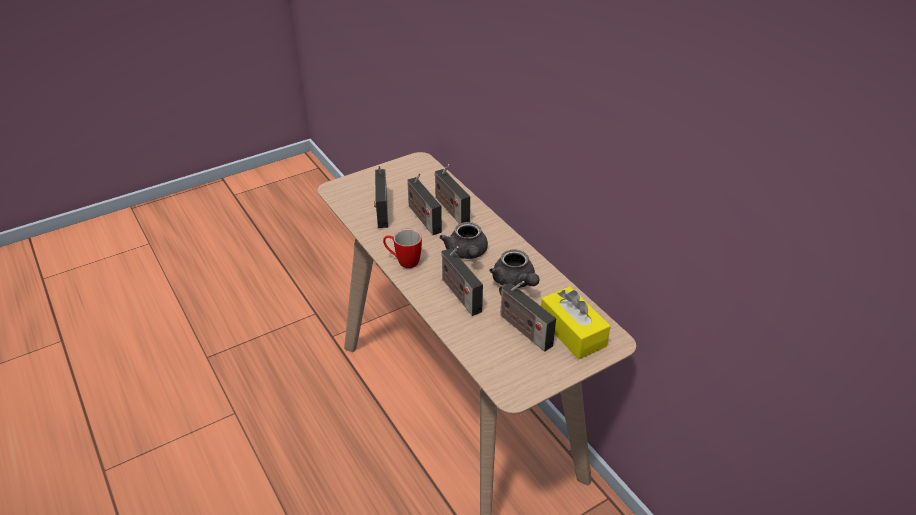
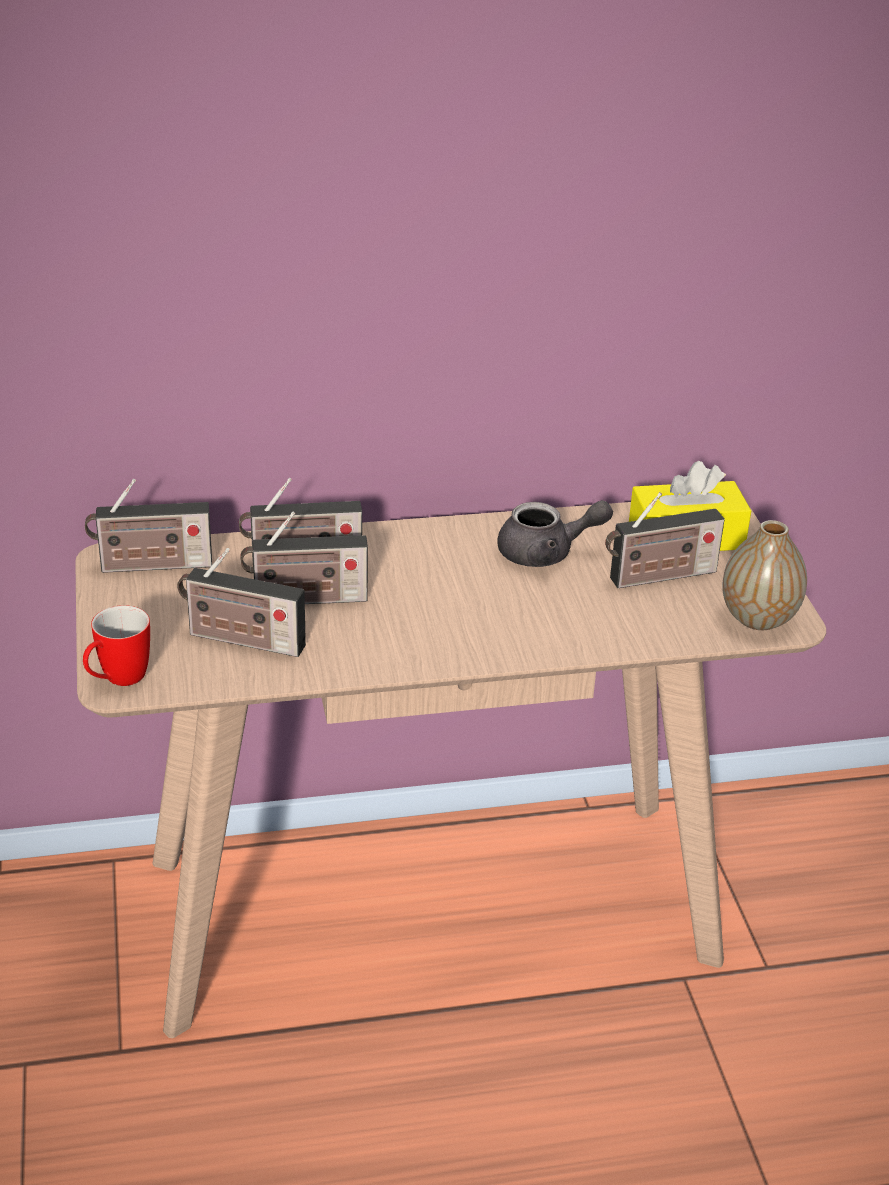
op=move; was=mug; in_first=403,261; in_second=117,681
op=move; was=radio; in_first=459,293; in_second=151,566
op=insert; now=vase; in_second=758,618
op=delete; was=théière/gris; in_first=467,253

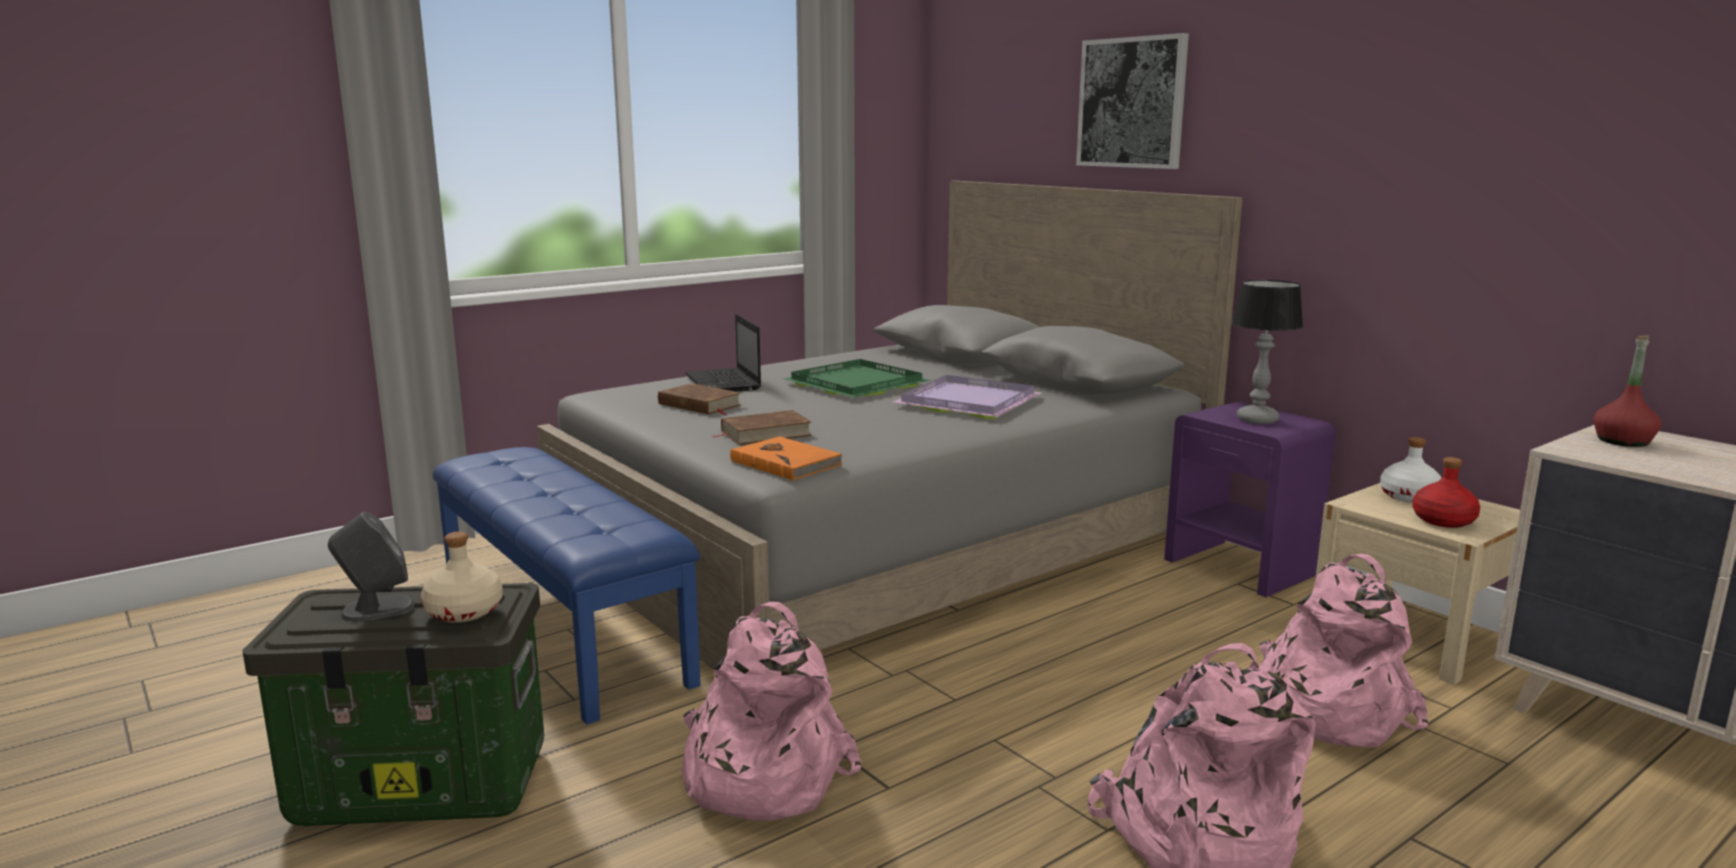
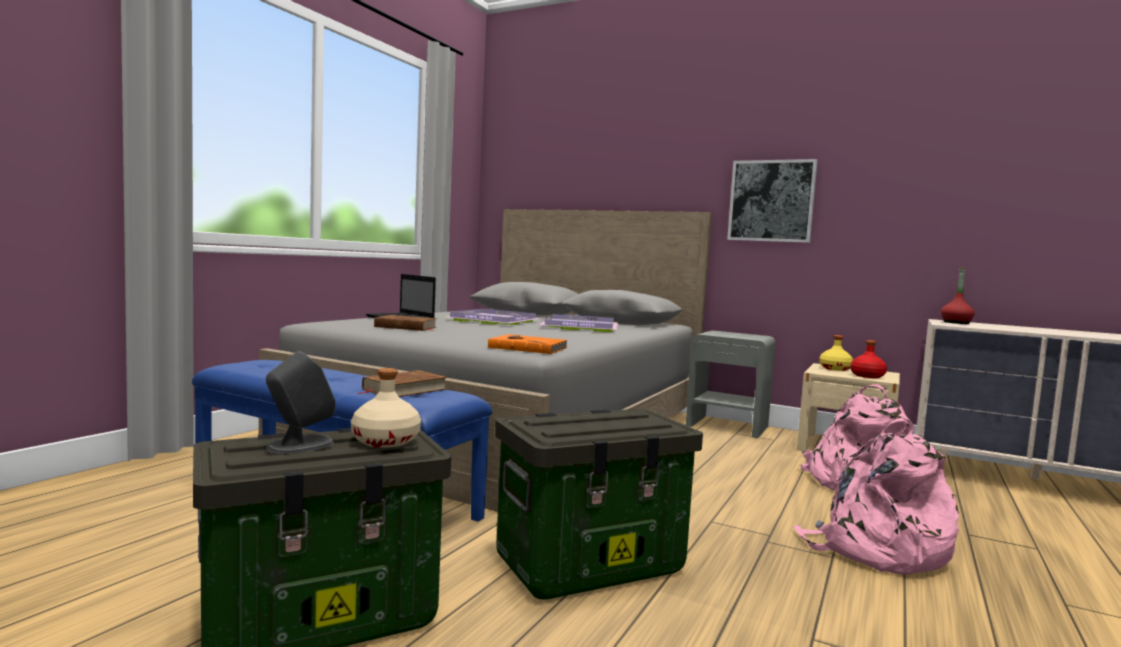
op=move; was=livre/marron; in_first=765,433; in_second=404,389
op=recolor; was=plateau/vert; now=plateau/violet; in_first=859,384; in_second=495,321
op=replace; was=sac à dos/rose; now=boîte de rangement; in_first=759,775; in_second=591,564
op=recolor; was=table de chevet/violet; now=table de chevet/gris; in_first=1241,567; in_second=728,426
op=move; was=tableau; in_first=1132,103; in_second=771,201
op=recolor; was=bouteille/blanc; now=bouteille/jaune; in_first=1409,497; in_second=835,369
op=delete; was=lampe de table; in_first=1258,420

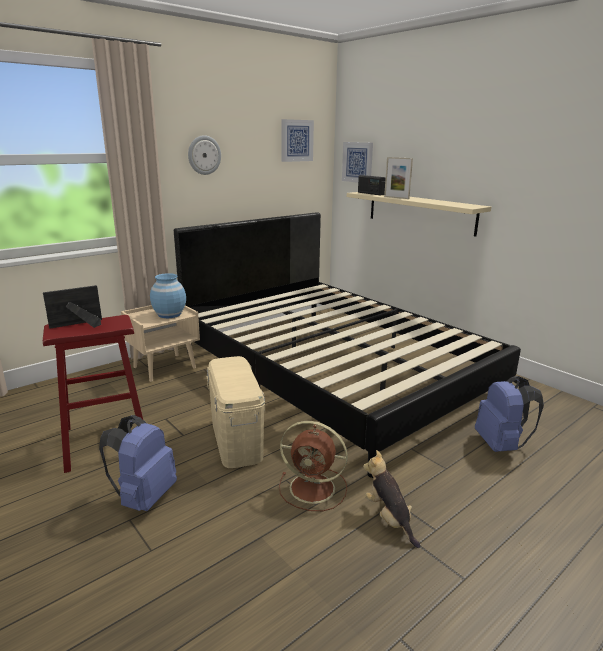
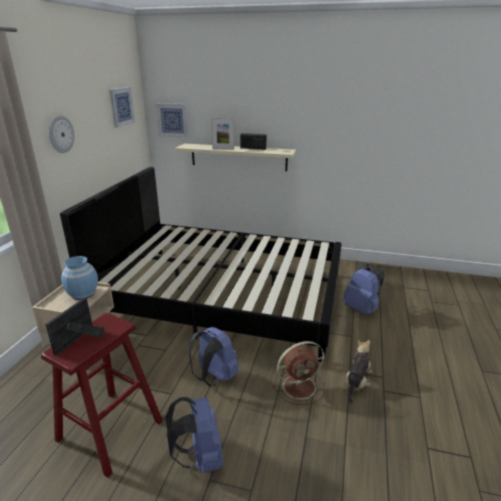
op=replace; was=boîte de rangement/beige; now=sac à dos/bleu; in_first=236,439; in_second=214,377
op=move; was=radio; in_first=371,193; in_second=253,148
op=rotate; was=peluche; in_first=389,519; in_second=357,383; clockwise=90

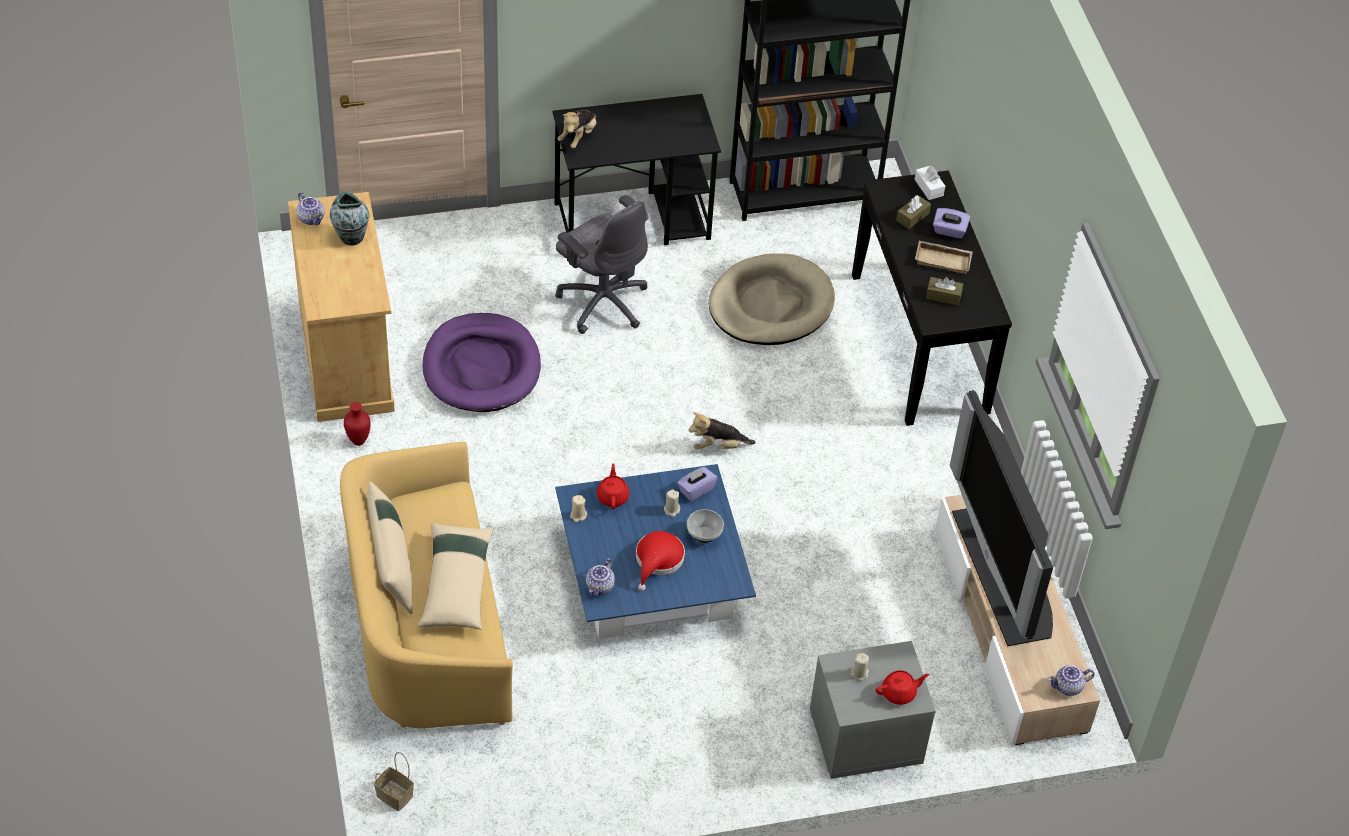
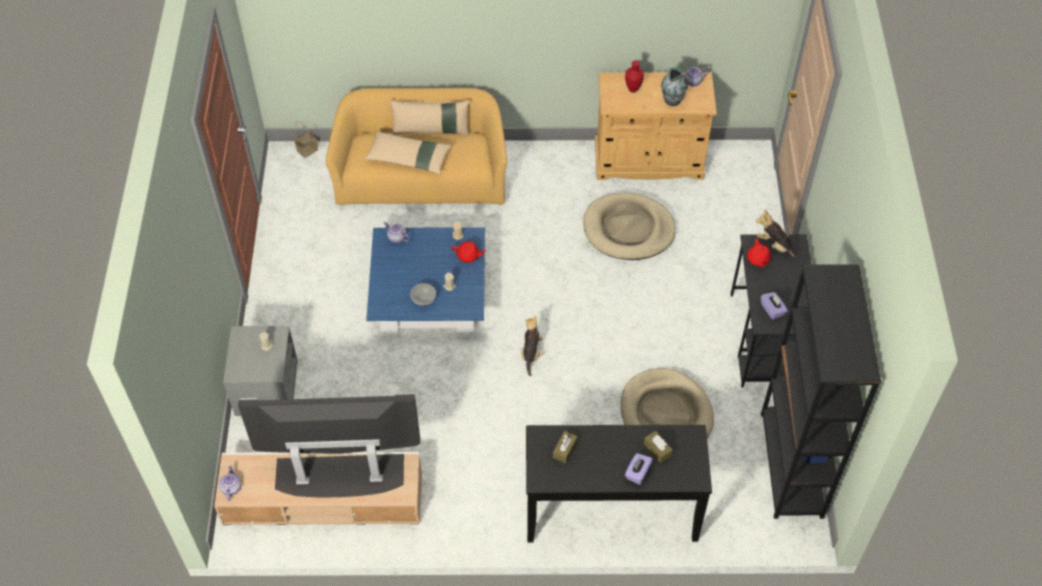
op=recolor; was=panier pour chien/violet; now=panier pour chien/beige; in_first=481,367; in_second=628,229
op=move; was=vase/rouge; in_first=358,441; in_second=632,89
op=move; was=théière/rouge; in_first=899,693; in_second=758,259
op=move; was=boîte à mouchoirs/violet; in_first=696,490; in_second=772,310
op=delete; was=chaise de bureau/gris; in_first=602,301
op=delete; was=chapeau/rouge; in_first=658,560
op=delete; was=boîte à mouchoirs/blanc; in_first=928,187
op=delete; was=plateau/beige; in_first=944,259

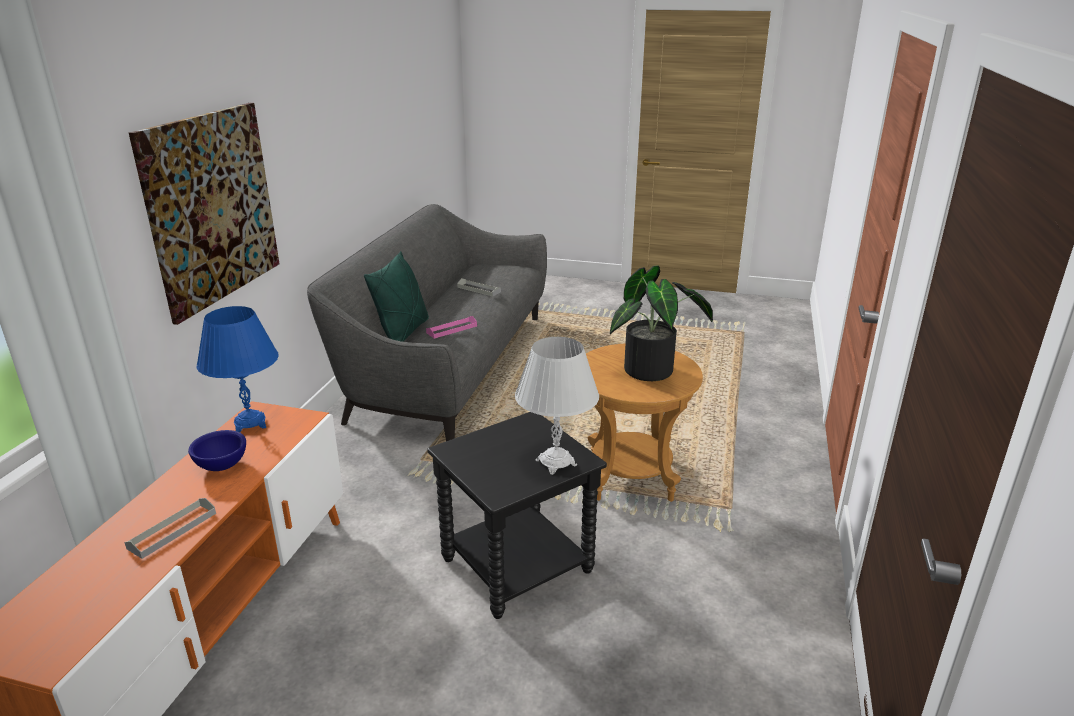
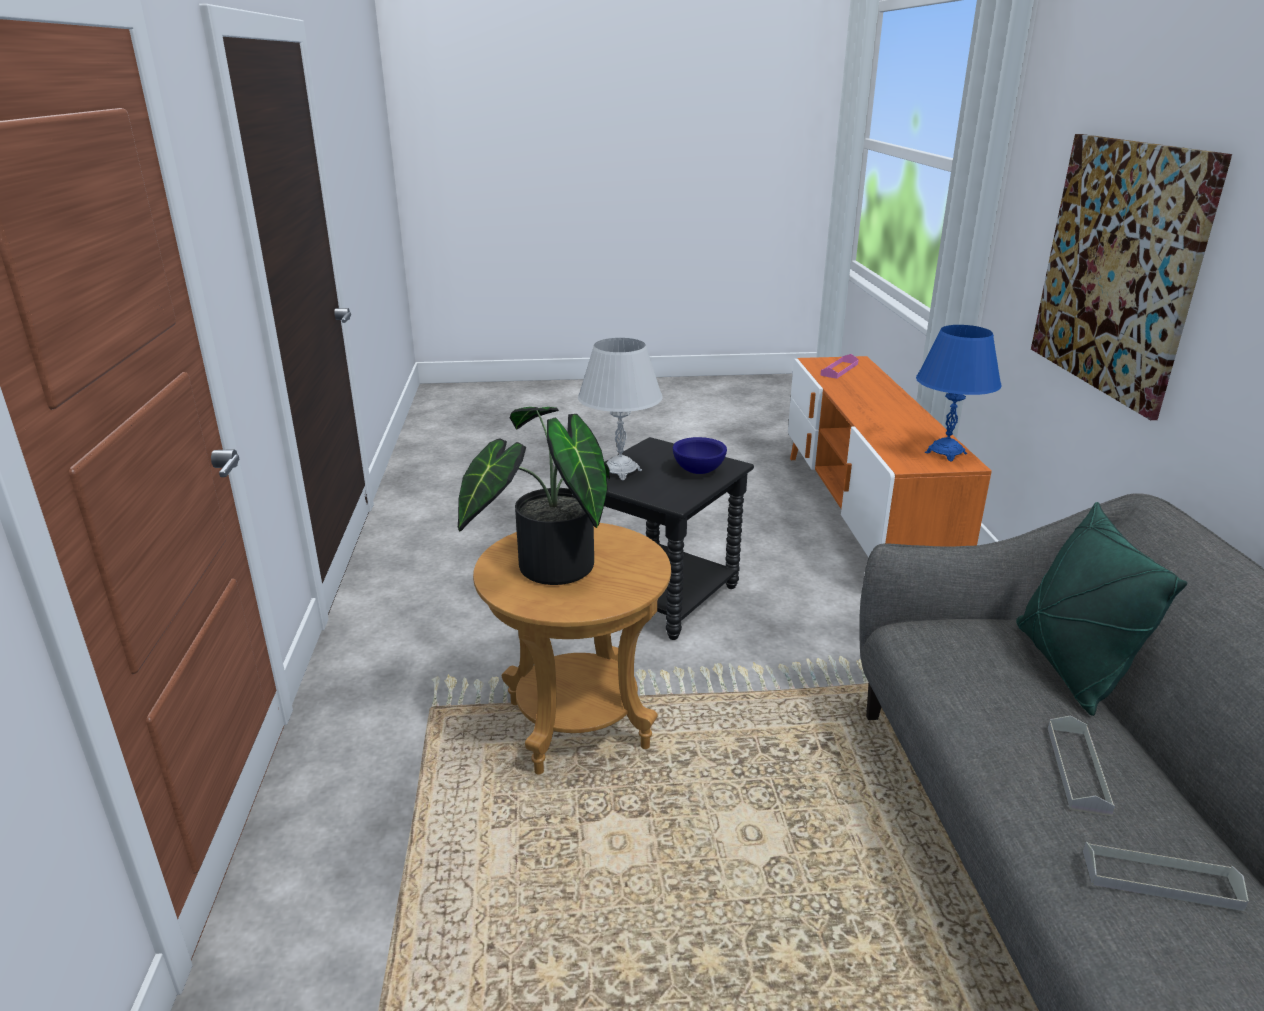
op=move; was=bol/bleu; in_first=222,465; in_second=698,471
op=move; was=plateau/rose; in_first=452,329; in_second=839,369
op=move; was=plateau/gris; in_first=172,530; in_second=1077,769

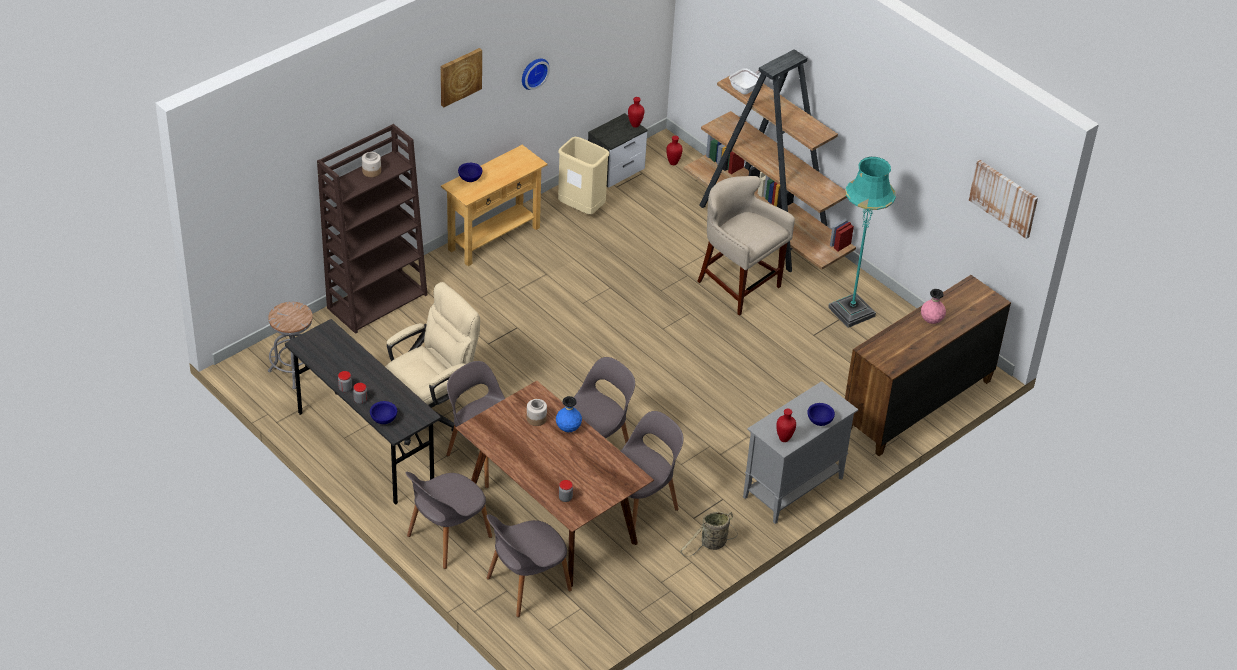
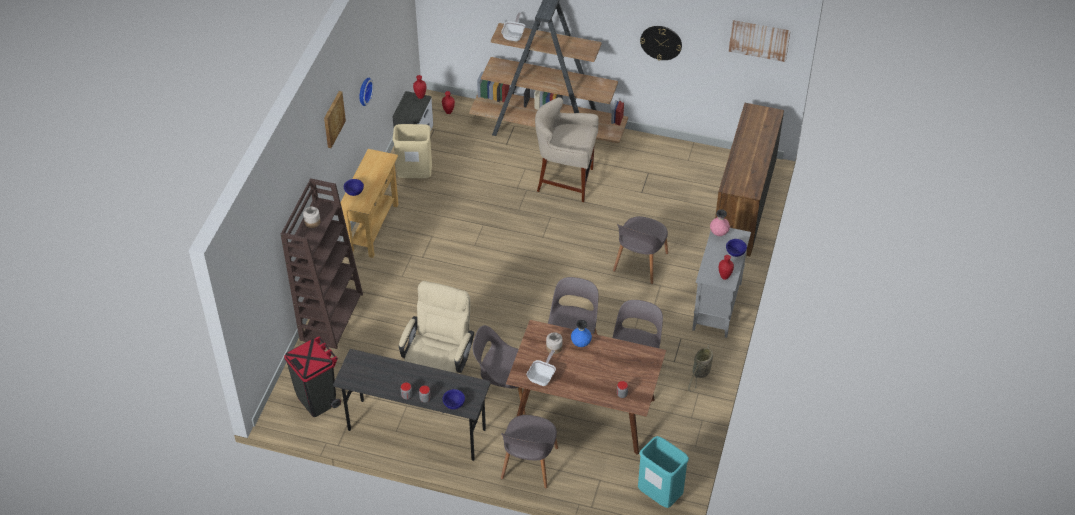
op=replace; was=tabouret/gris; now=poubelle/noir; in_first=294,370; in_second=317,399
op=insert; now=poêle; in_second=542,377
op=move; was=chaise/gris; in_first=526,585; in_second=640,263
op=insert; now=poubelle/turquoise; in_second=659,495
op=insert; now=horloge murale; in_second=661,42
op=move; was=vase/rose; in_first=931,320; in_second=718,233
op=delete; was=lampadaire/turquoise; in_first=851,312

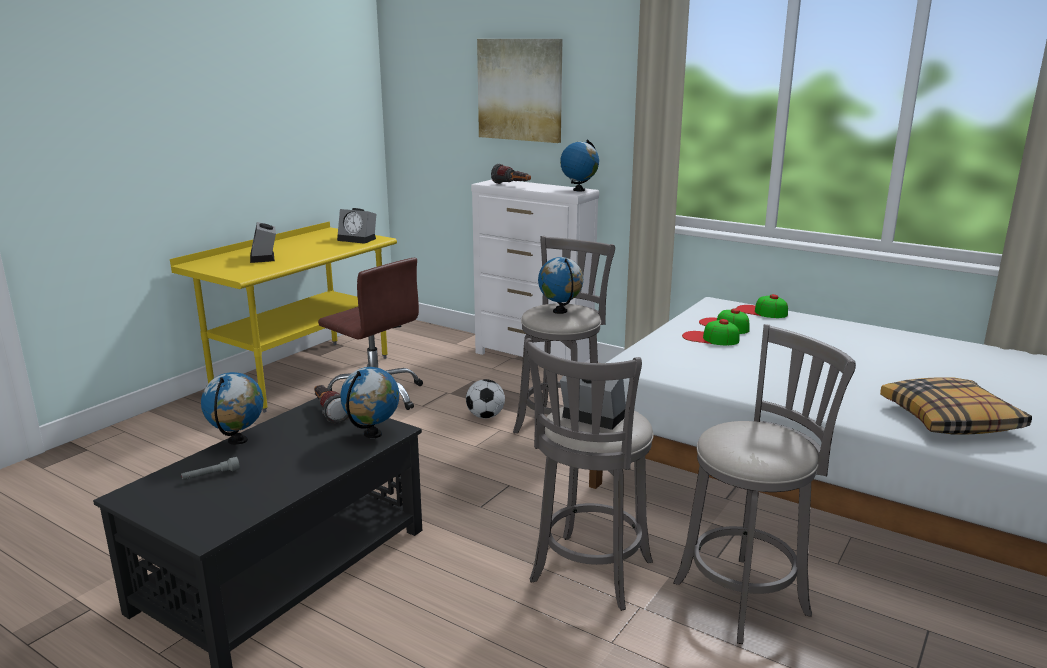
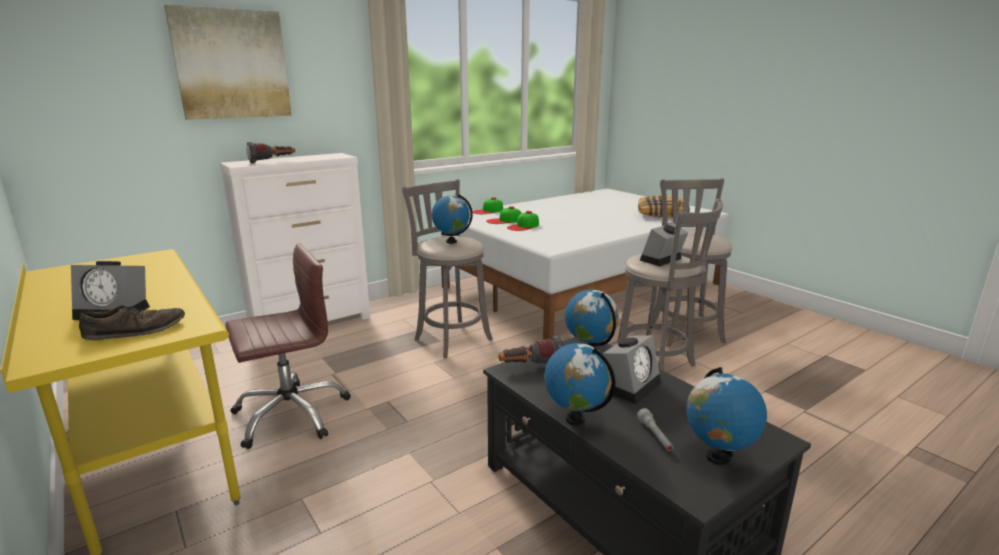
op=insert; now=chaussure/marron; in_second=136,330
op=move; was=réveil; in_first=358,239; in_second=631,385
op=move; was=globe; in_first=578,190; in_second=717,457
op=delete; was=ballon de foot; in_first=485,416

